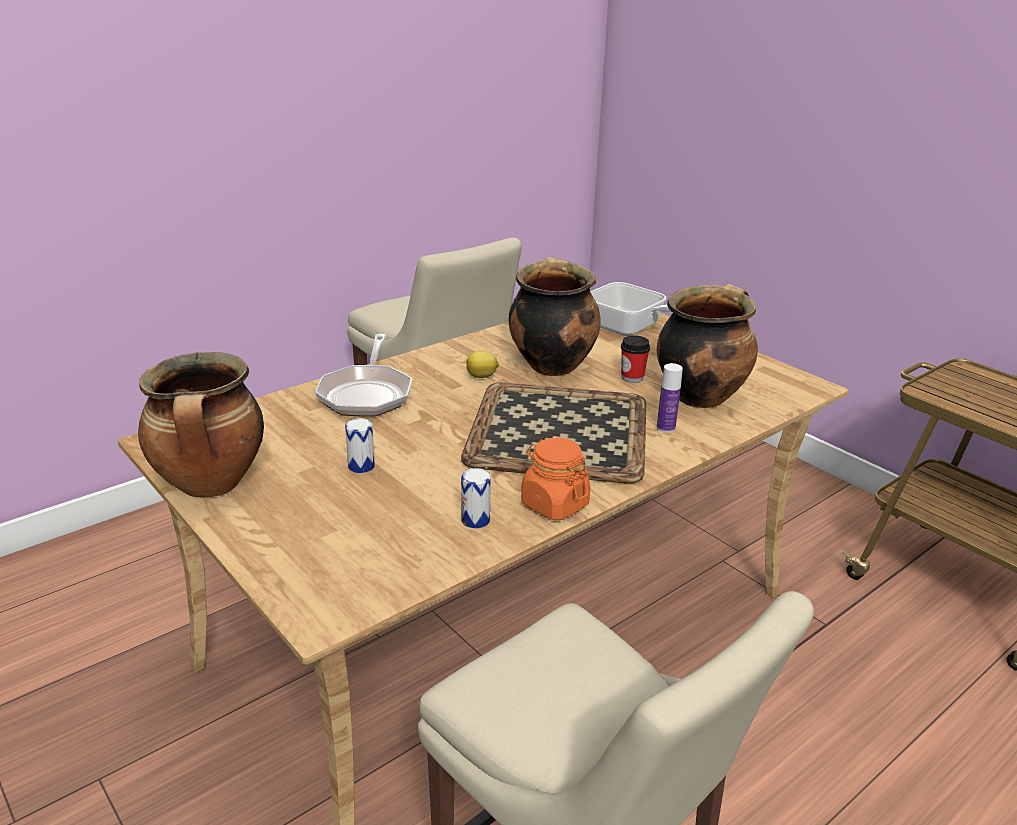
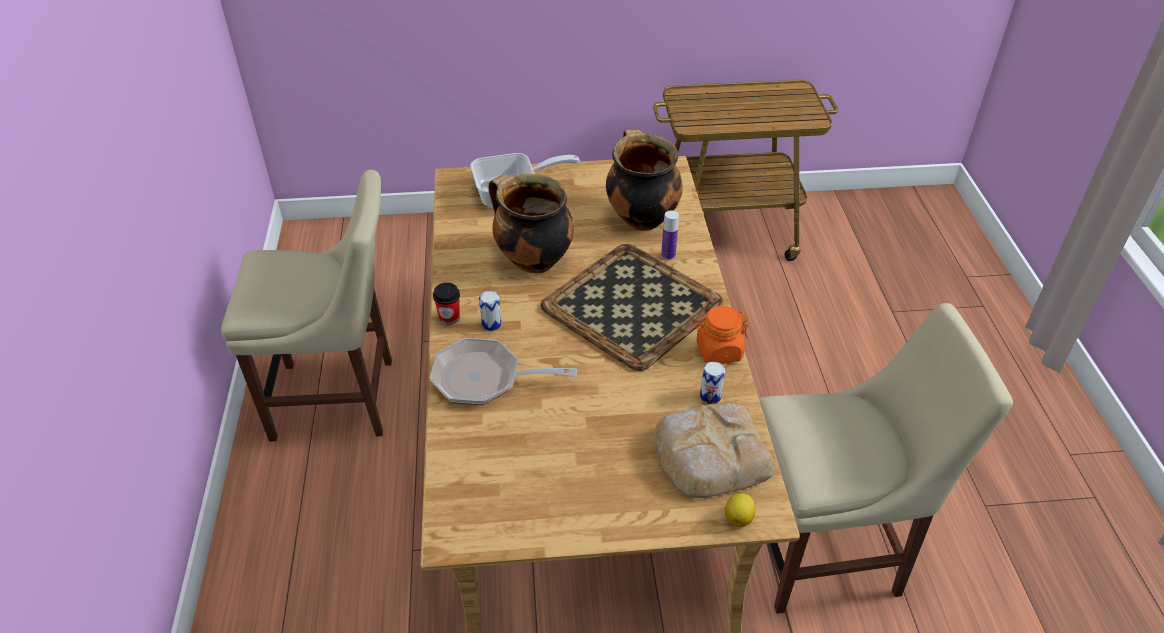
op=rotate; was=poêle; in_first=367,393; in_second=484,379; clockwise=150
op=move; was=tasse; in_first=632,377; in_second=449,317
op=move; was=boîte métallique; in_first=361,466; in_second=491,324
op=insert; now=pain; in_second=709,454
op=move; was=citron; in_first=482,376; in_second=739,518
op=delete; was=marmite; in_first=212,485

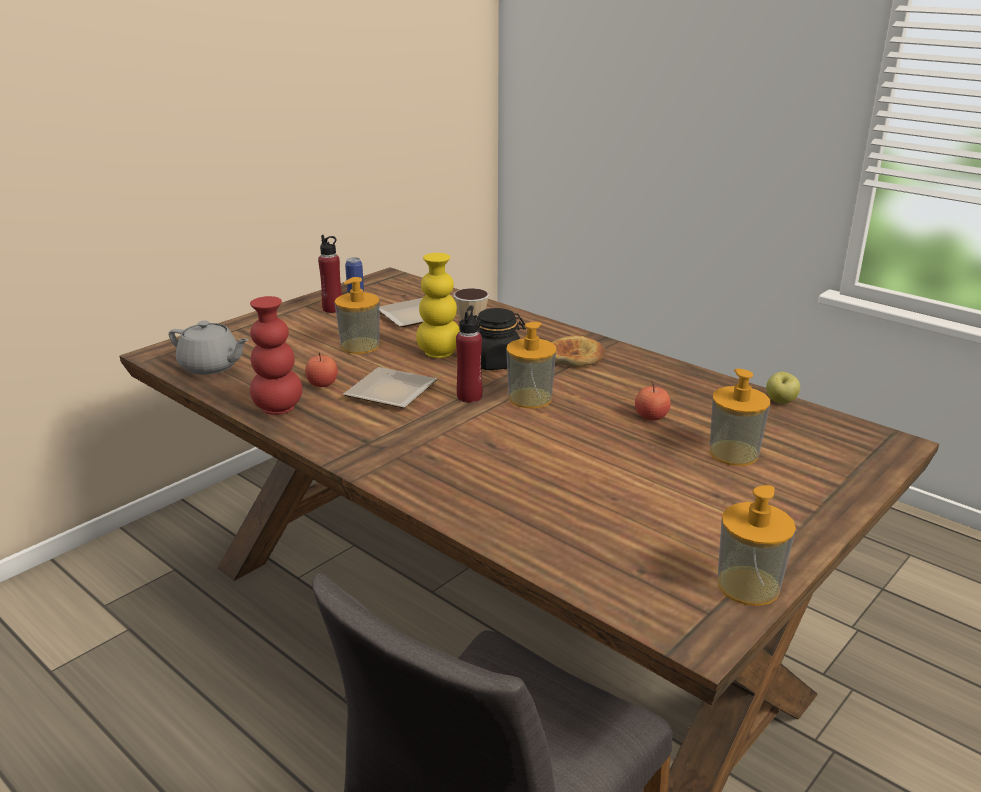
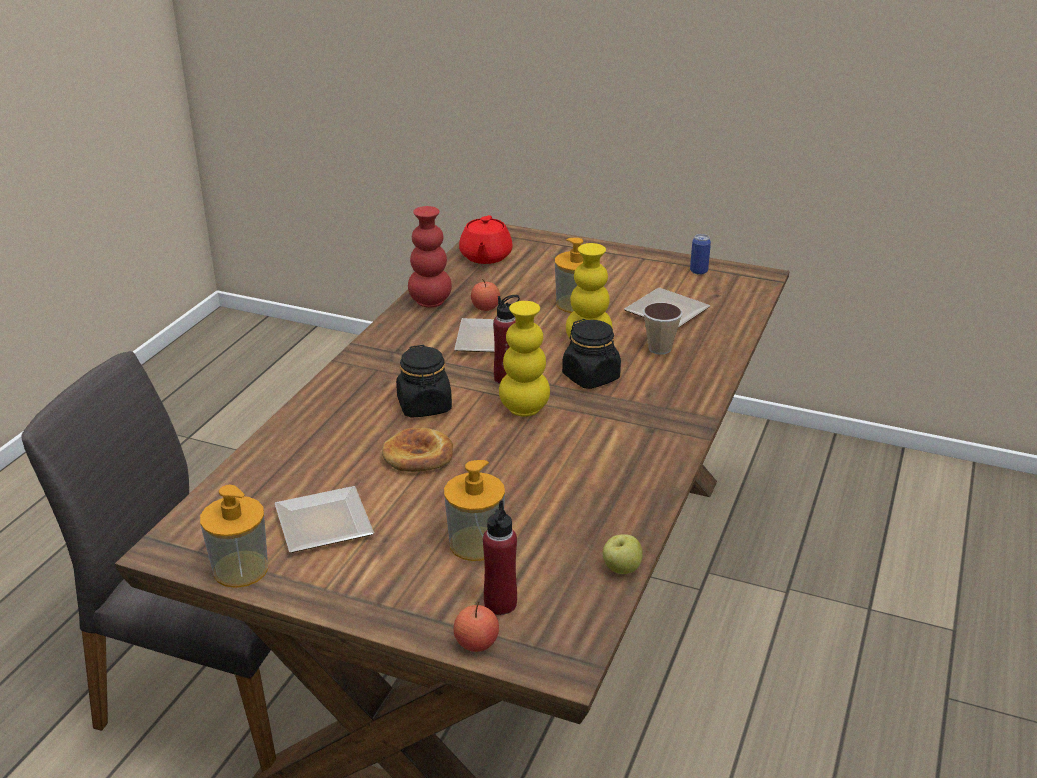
op=insert; now=assiette; in_second=321,526
op=move; was=pain; in_first=575,356; in_second=418,455
op=insert; now=bocal/noir; in_second=424,406
op=move; was=pomme; in_first=651,417; in_second=476,643
op=recolor; was=théière/gris; now=théière/rouge; in_first=211,366; in_second=485,257
op=move; was=bouteille/rouge; in_first=333,309; in_second=500,603
op=replace; was=distributeur de savon; now=vase/jaune; in_first=530,398; in_second=524,409

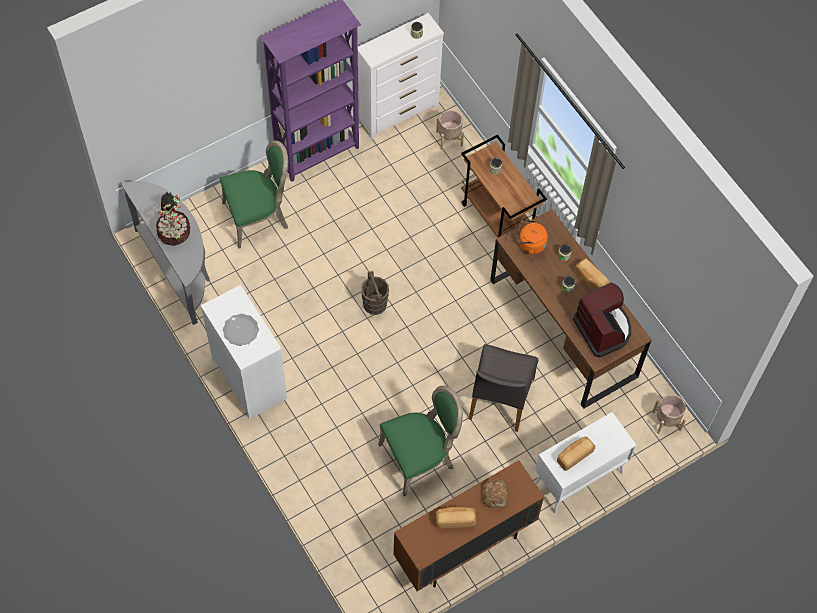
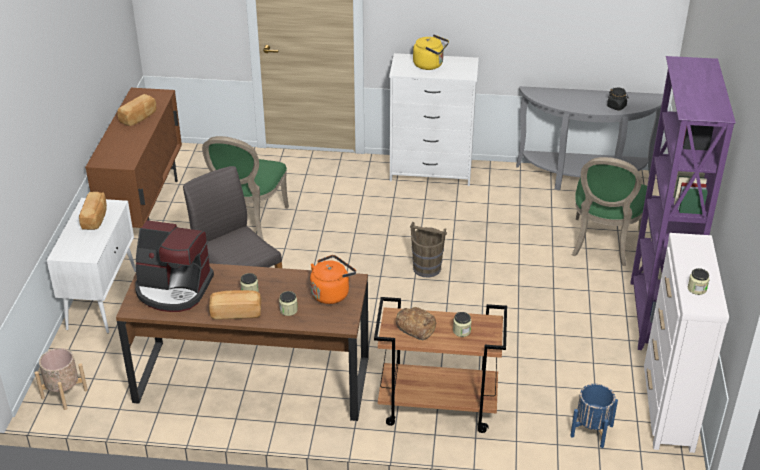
op=move; was=pain; in_first=495,495; in_second=416,326
op=replace; was=assiette; now=bouilloire/jaune; in_first=241,330; in_second=430,65
op=recolor; was=cache-pot/beige; now=cache-pot/bleu; in_first=449,138; in_second=592,430
op=delete; was=plante en pot; in_first=174,234

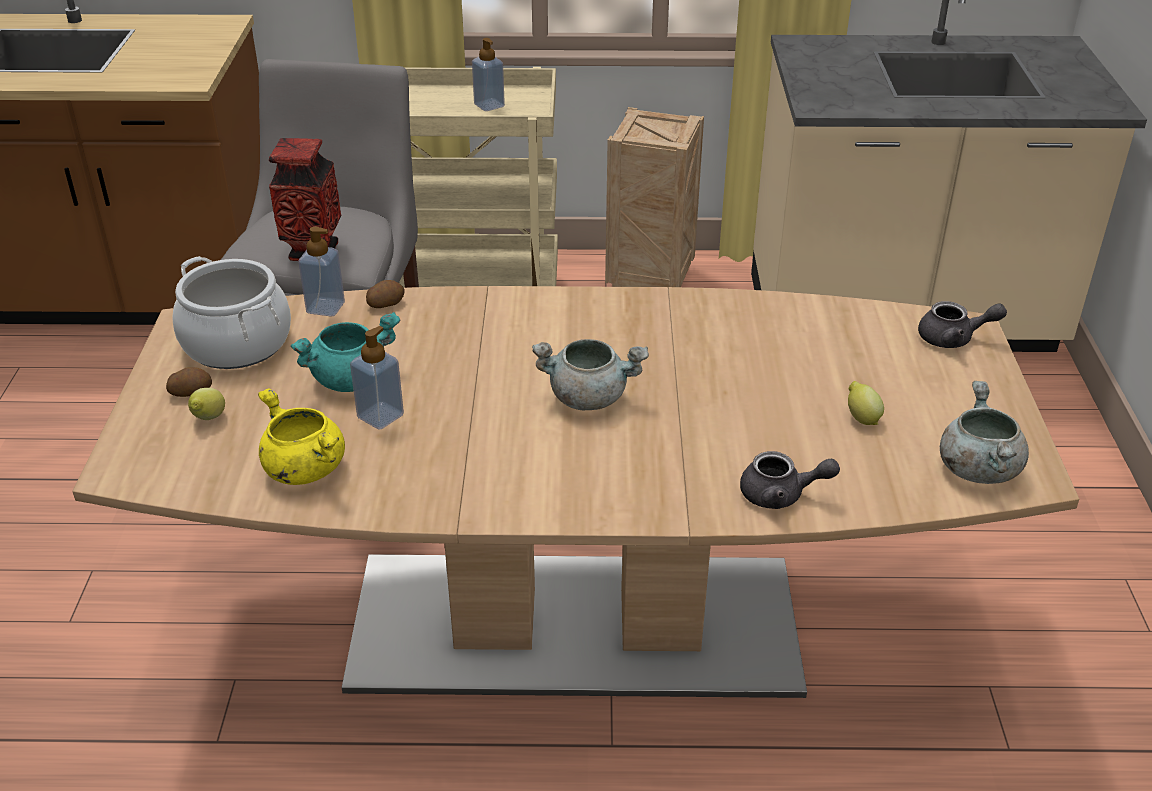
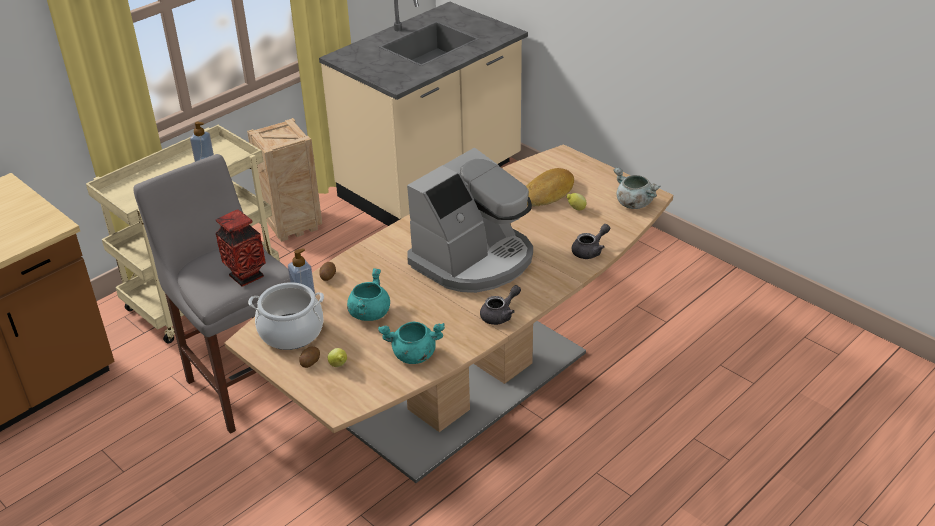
op=recolor; was=marmite/jaune; now=marmite/turquoise; in_first=303,469; in_second=413,355
op=replace; was=marmite/gris; now=machine à café; in_first=589,397; in_second=474,260
op=move; was=théière/gris; in_first=953,338; in_second=500,315
op=insert; now=pain; in_second=548,193
op=delete; was=distributeur de savon; in_first=380,416

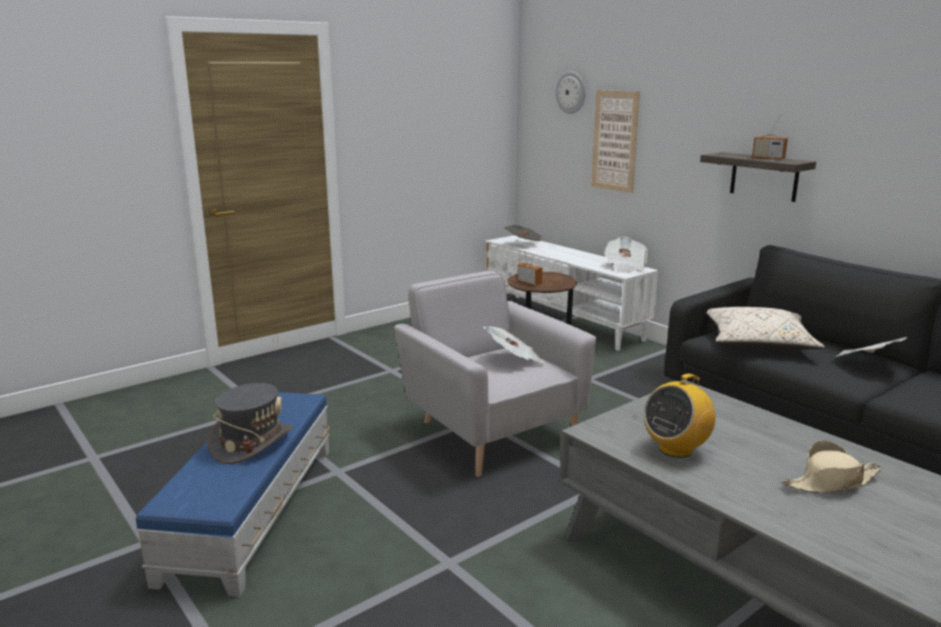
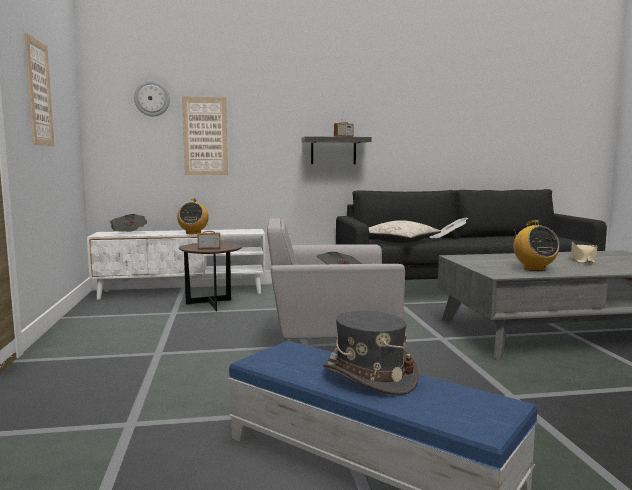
op=insert; now=tableau; in_second=39,93
op=insert; now=radio; in_second=193,233
op=delete; was=journal; in_first=625,267

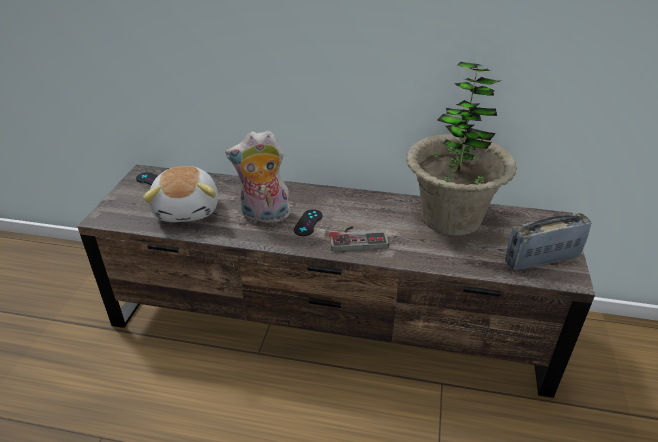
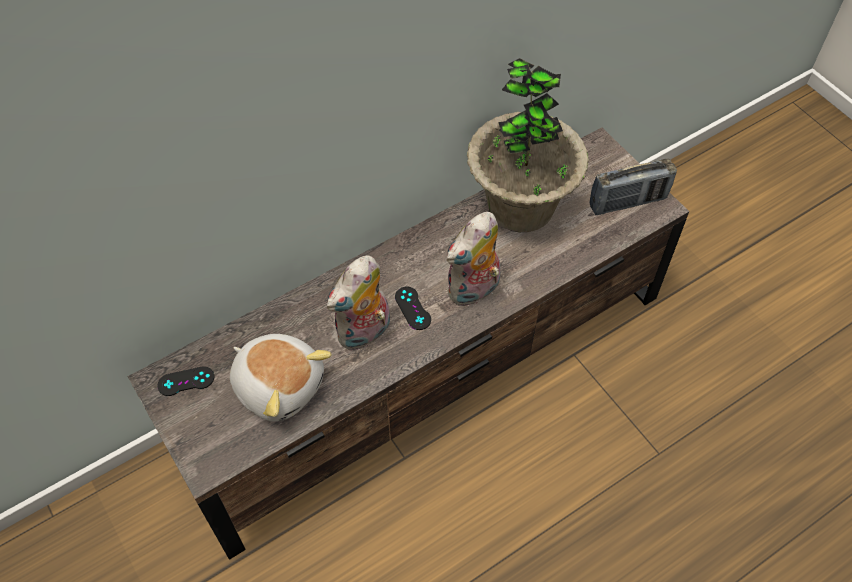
op=replace; was=manette; now=peluche; in_first=357,238; in_second=474,291
op=rotate; was=radio; in_first=541,259; in_second=627,202; clockwise=-135

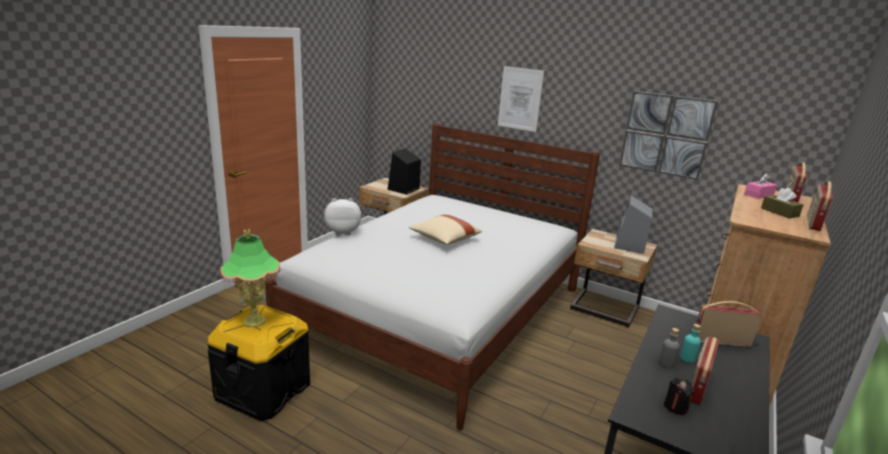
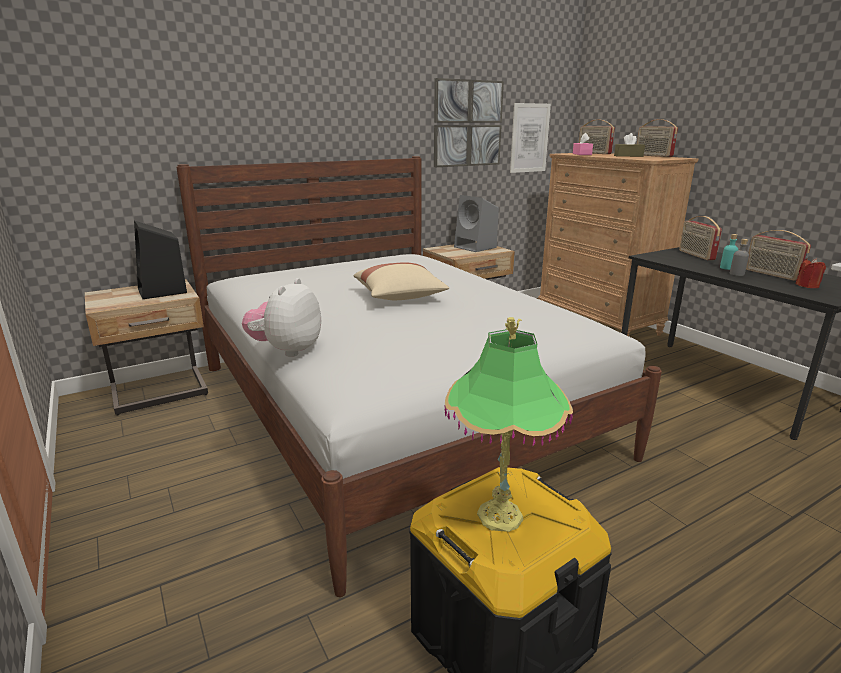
op=move; was=tableau; in_first=520,99; in_second=529,138
op=rotate; was=radio; in_first=721,341; in_second=695,255; clockwise=-45
op=recolor; was=bougie/noir; now=bougie/rouge; in_first=675,407; in_second=807,286

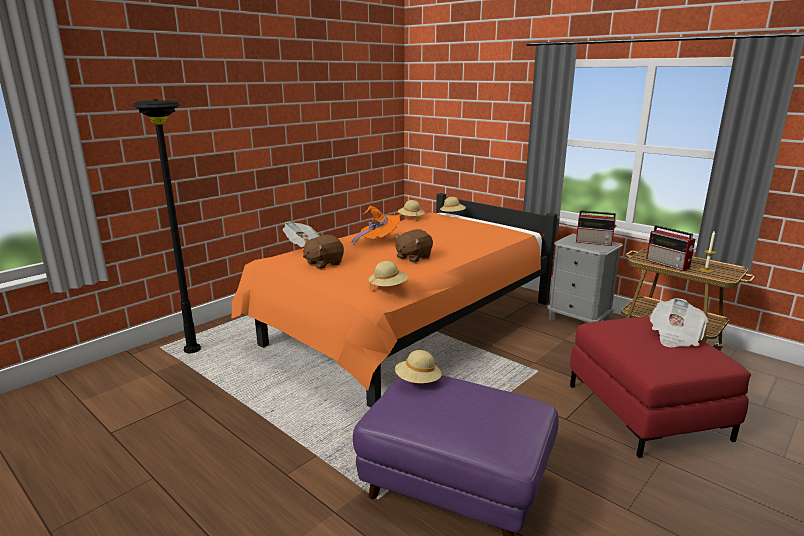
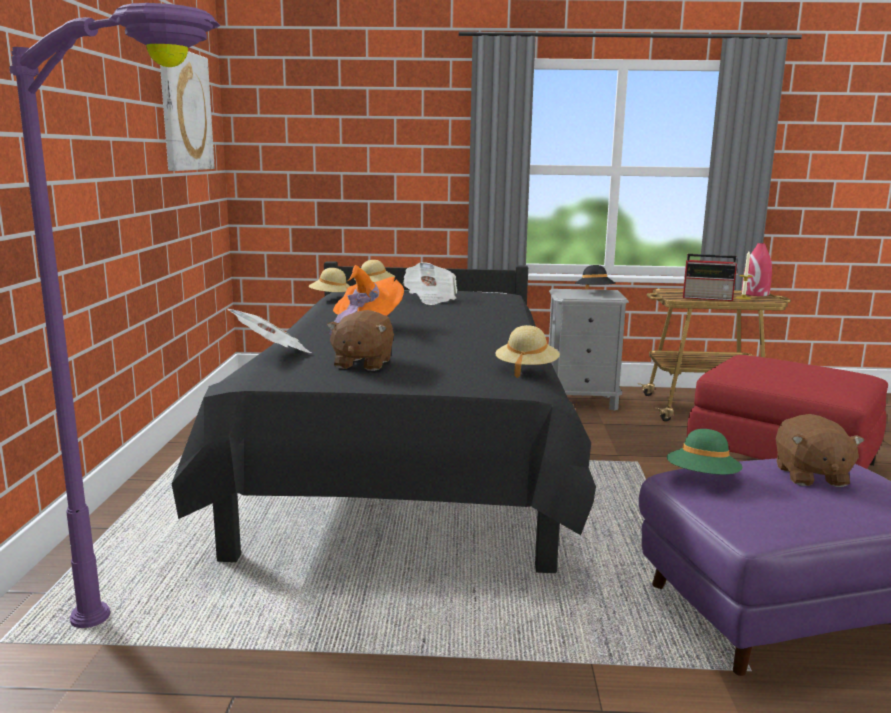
op=recolor; was=lampadaire/noir; now=lampadaire/violet; in_first=196,374; in_second=176,652
op=insert; now=tableau; in_second=185,111
op=recolor; was=lit/orange; now=lit/noir; in_first=407,326; in_second=409,461
op=move; was=journal; in_first=674,337; in_second=430,299
op=replace; was=radio; now=chapeau/noir; in_first=594,242; in_second=594,293
op=recolor; was=chapeau/beige; now=chapeau/vert; in_first=418,381; in_second=702,479
op=insert; now=vase/rouge; in_second=755,294
op=move; was=peluche/marron; in_first=413,257; in_second=810,476

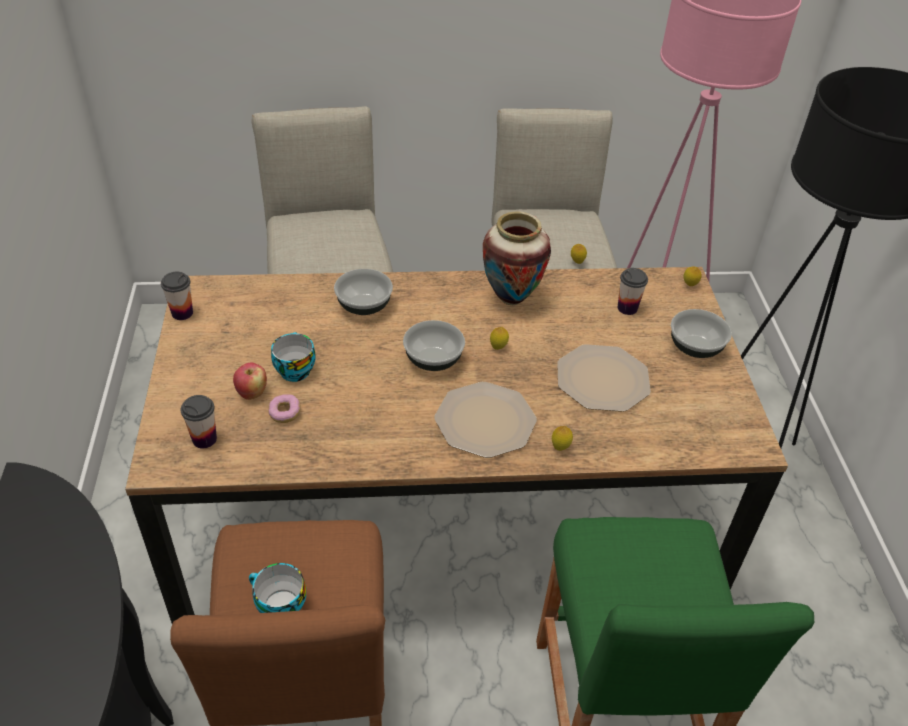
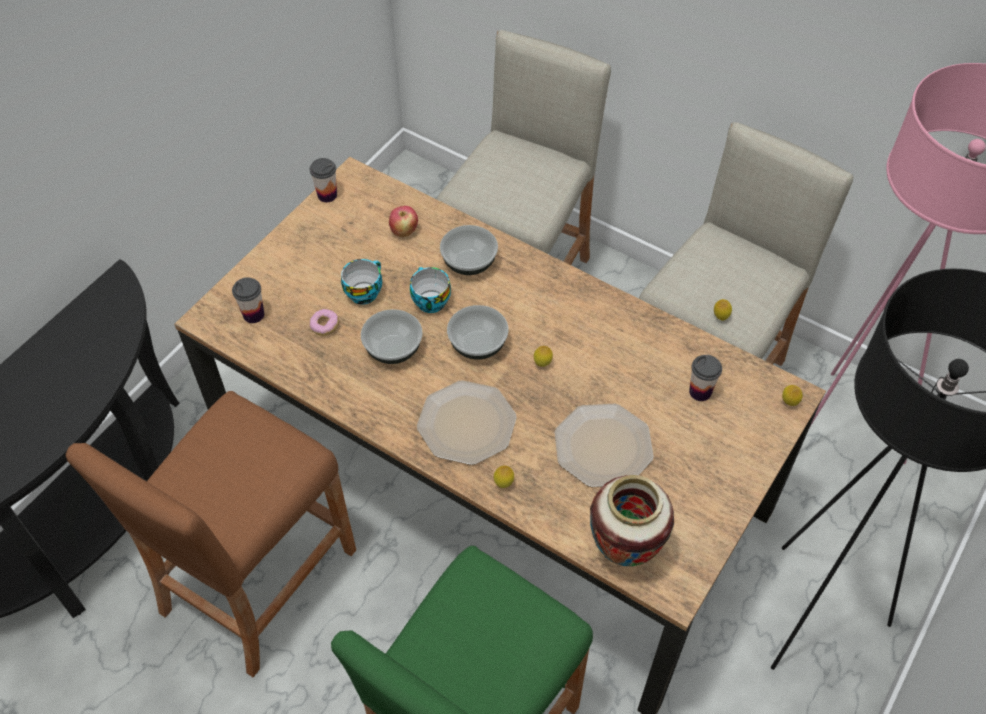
op=move; was=bol; in_first=696,348; in_second=393,349
op=move; was=pomme; in_first=252,393; in_second=404,231
op=move; was=tasse; in_first=278,606; in_second=429,301
op=move; was=vase; in_first=510,298; in_second=623,551

